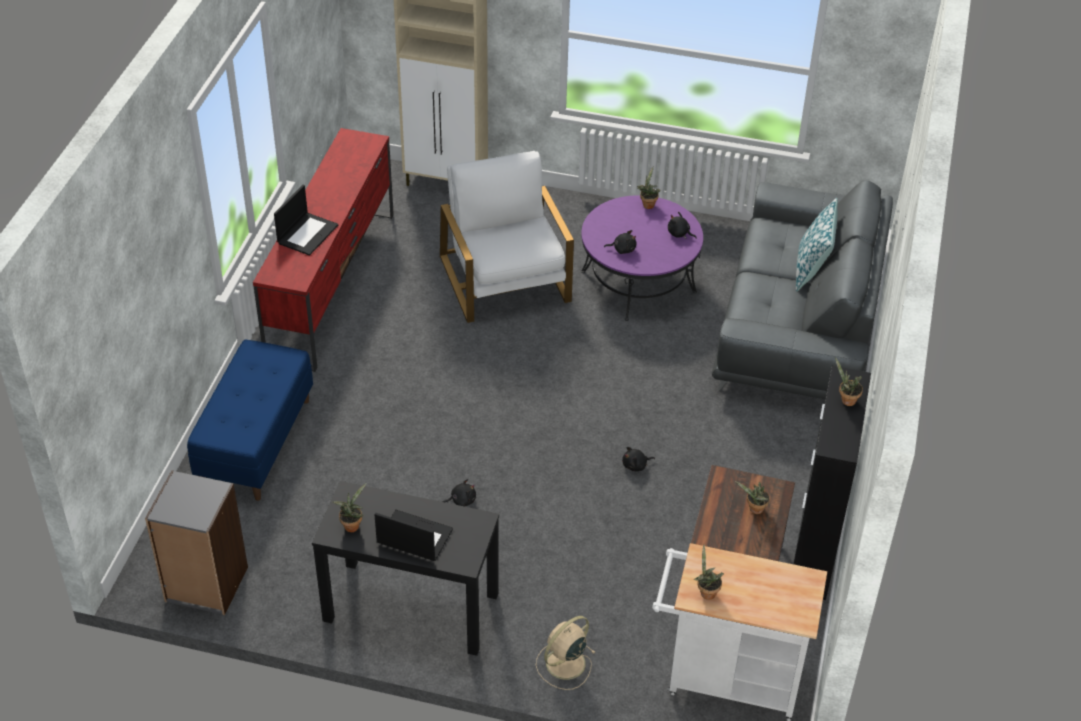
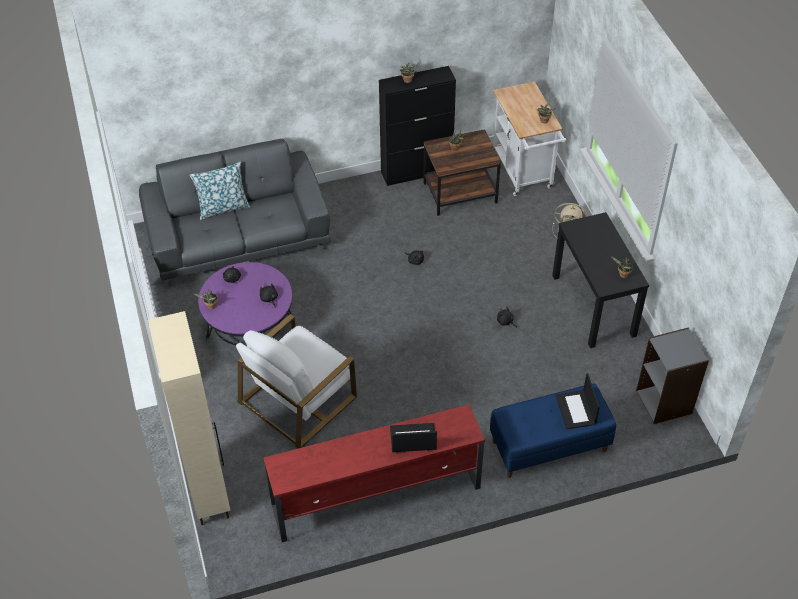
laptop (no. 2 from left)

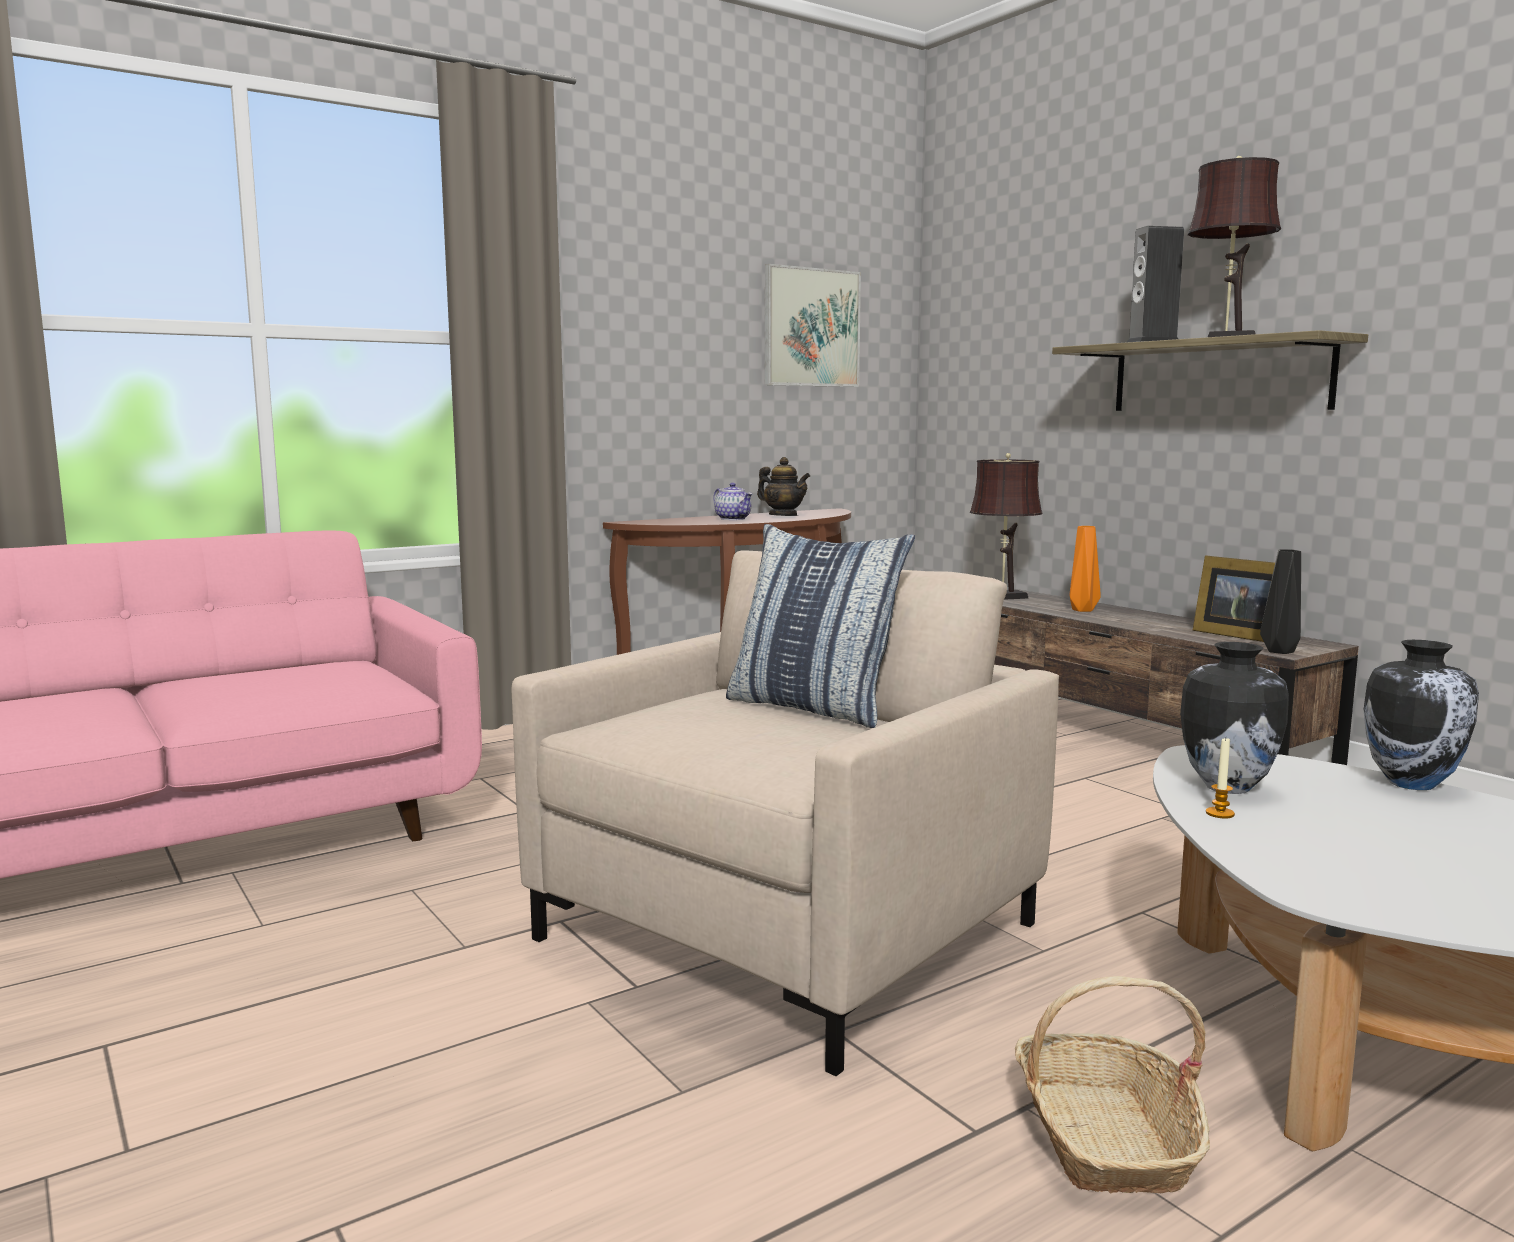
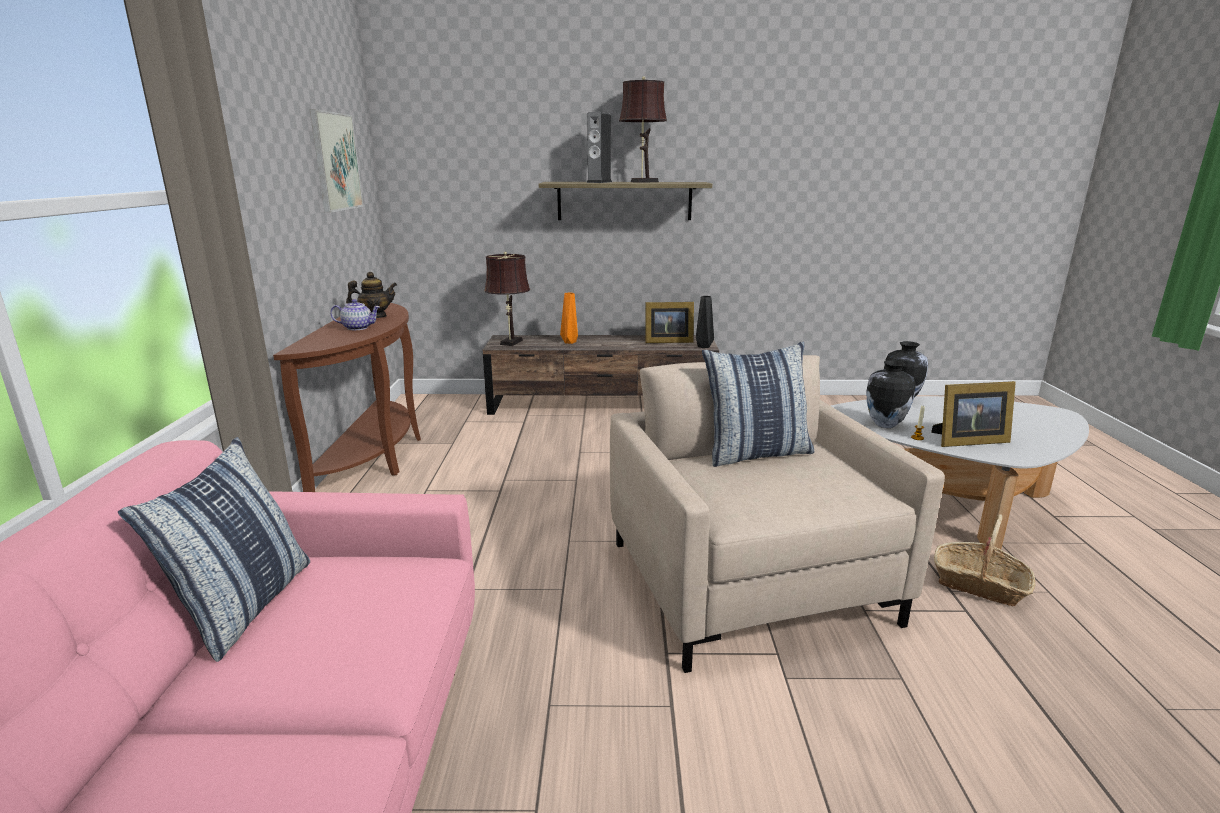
pillow (no. 1 from left); standing frame (no. 2 from left)

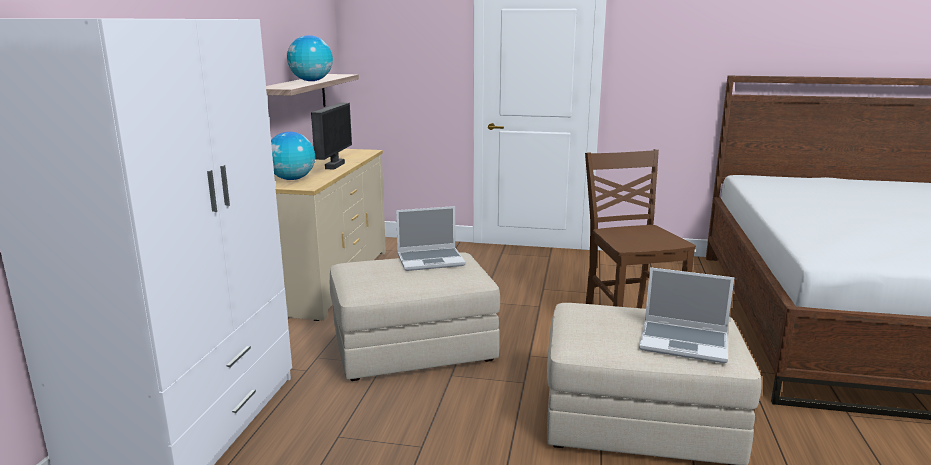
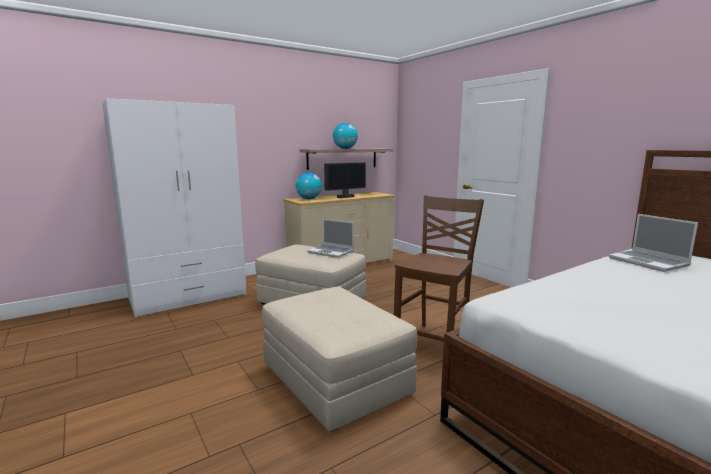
laptop (no. 2 from left)

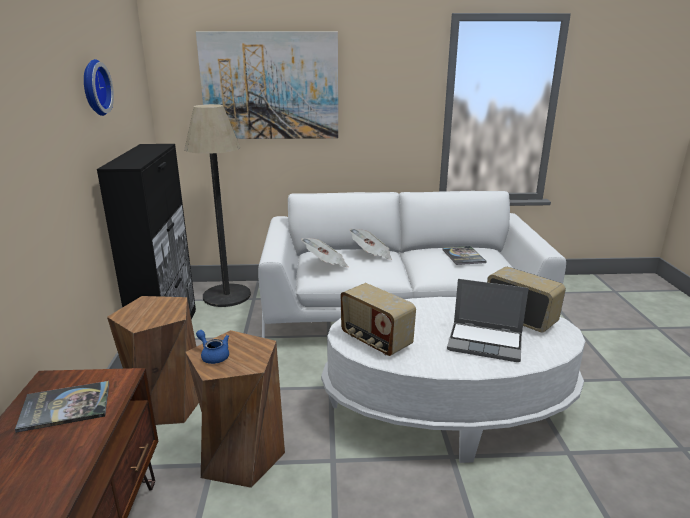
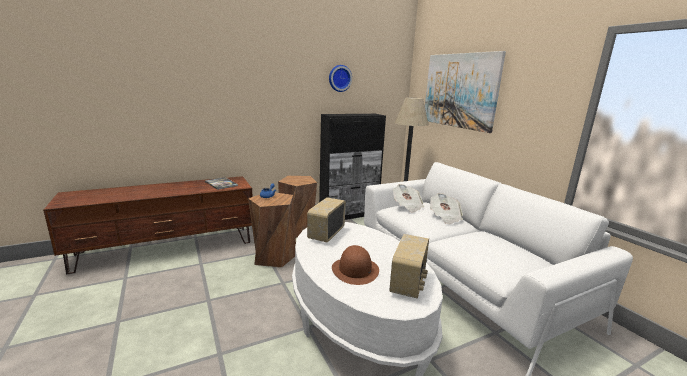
brown clothing hat; volume (no. 2 from left in the first image)

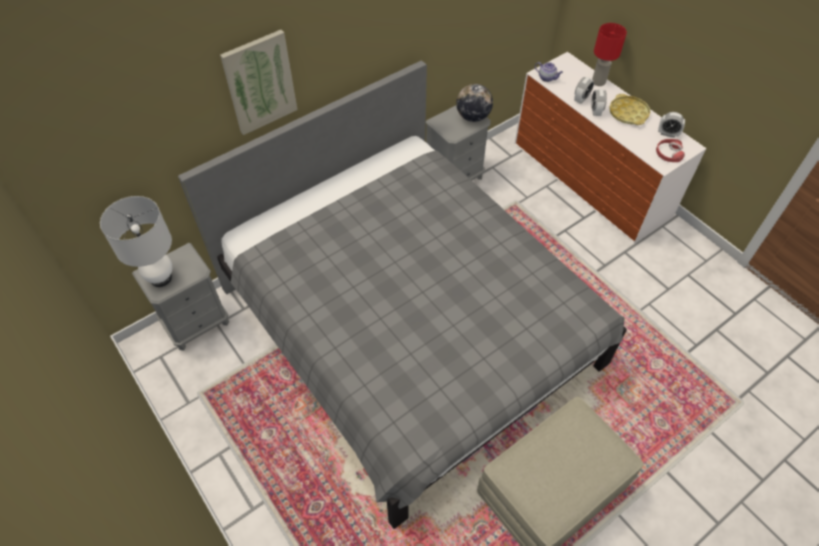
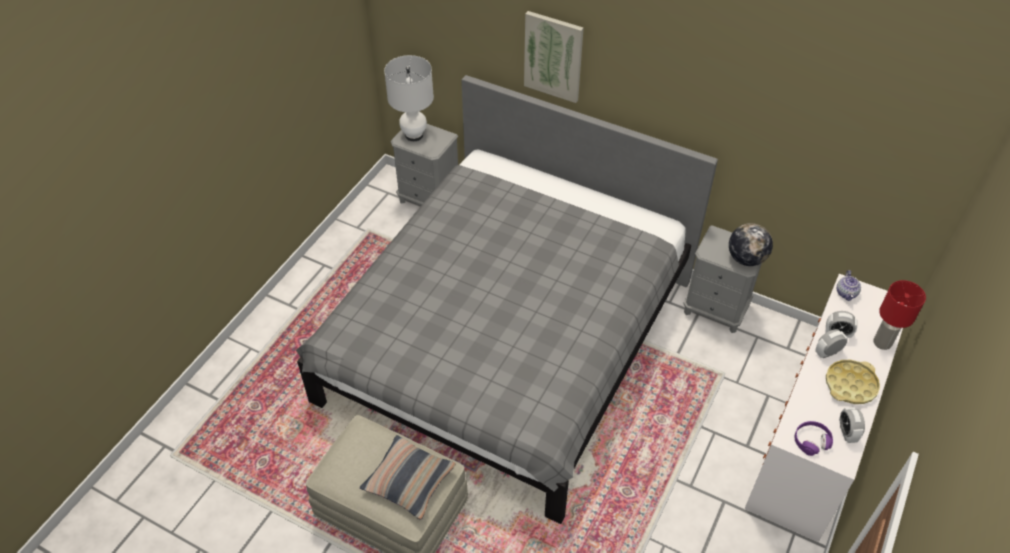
pillow; purple-coloured headset

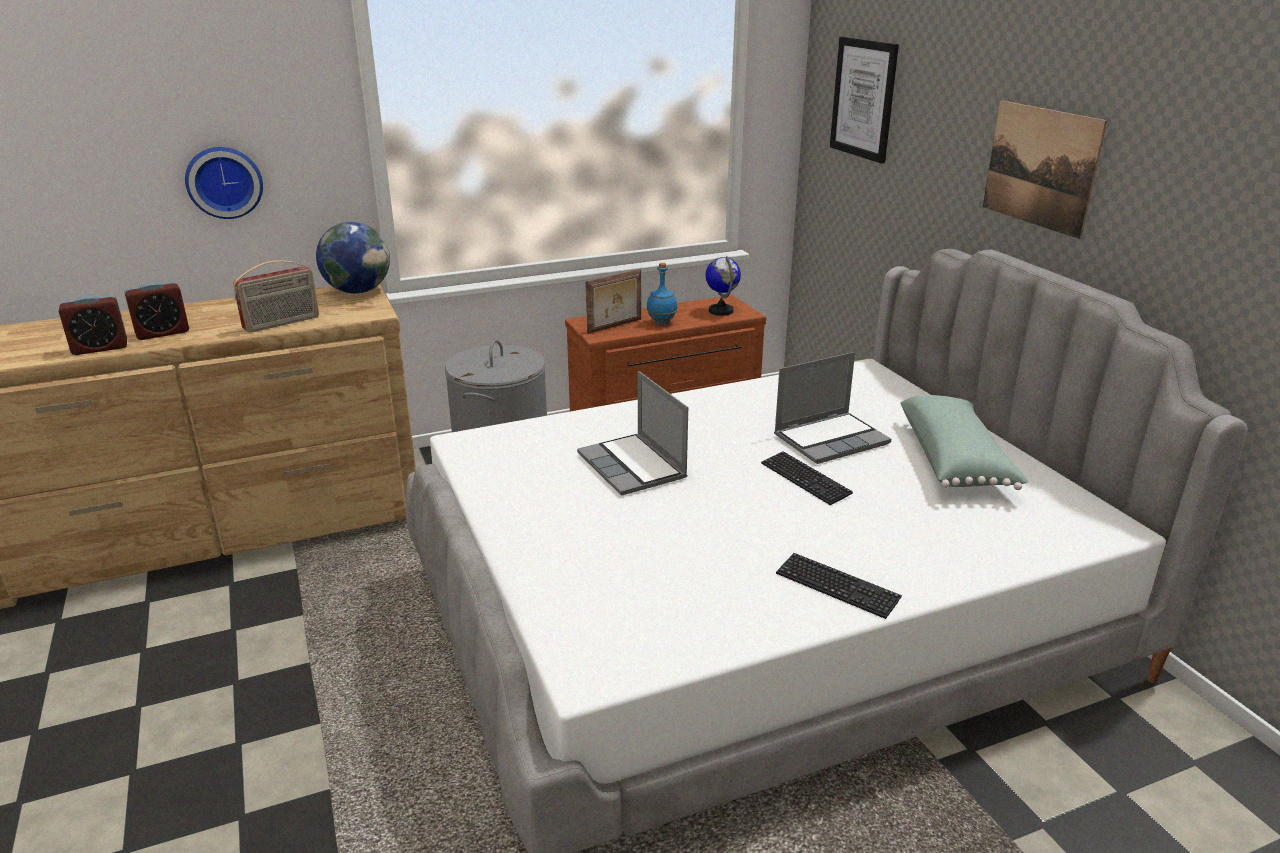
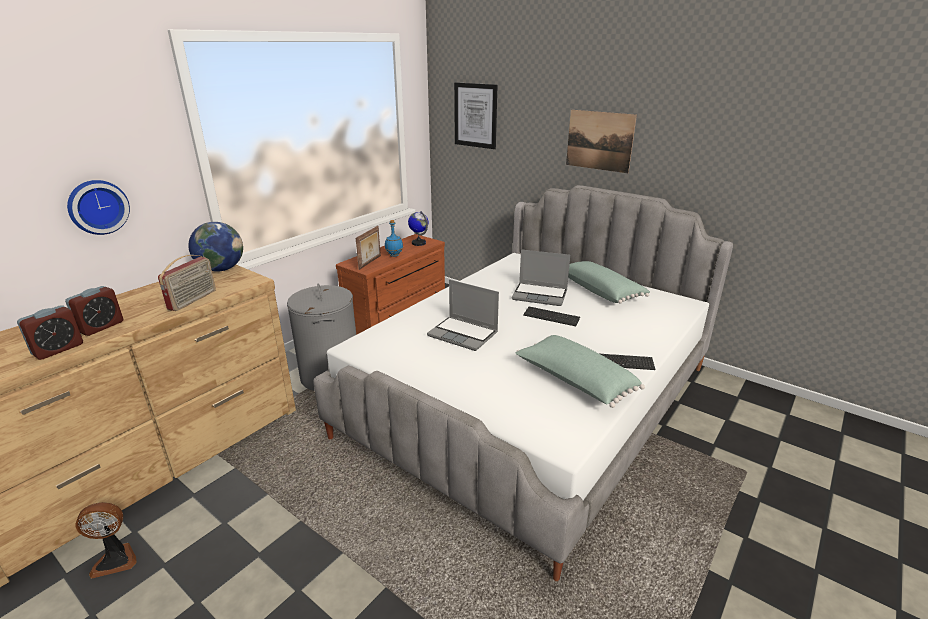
cooling fan; laptop (no. 2 from left); green-coloured pillow (no. 1 from left)

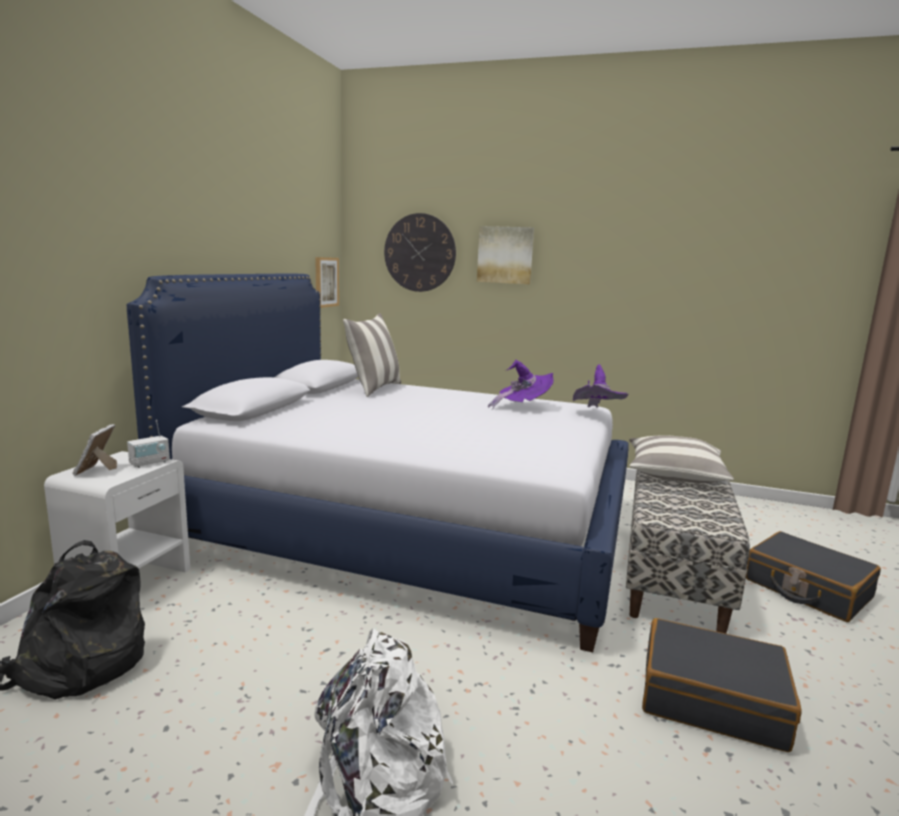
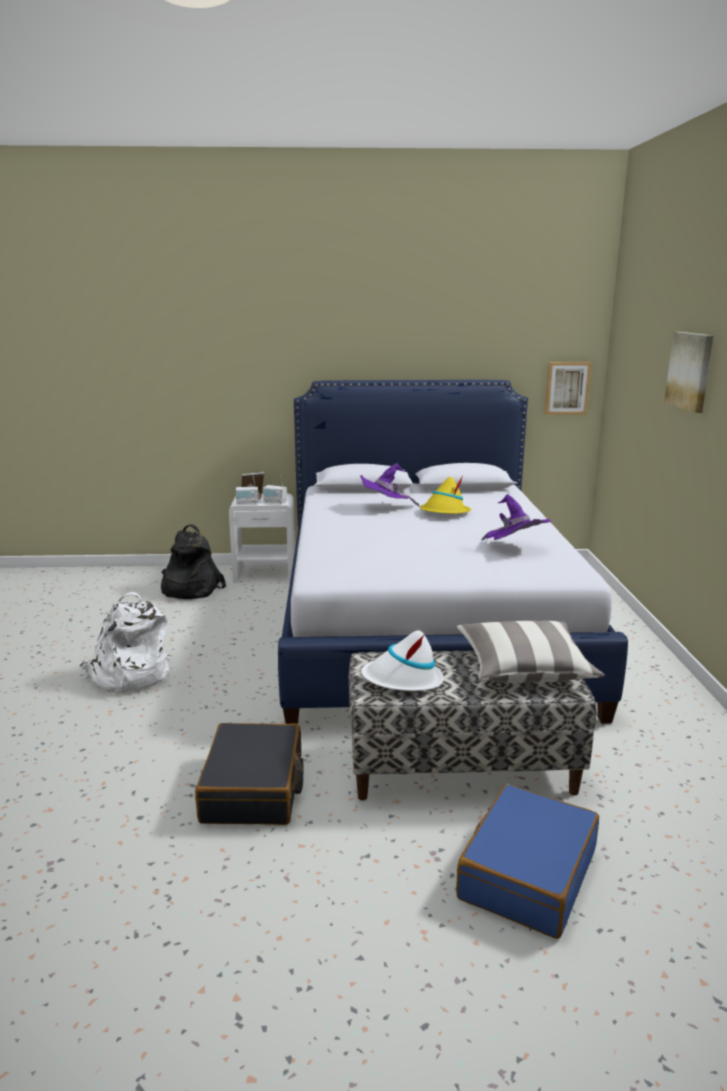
radio set (no. 1 from left); purple-coloured clothing hat (no. 1 from left); whitish clothing hat; yellow-coloured clothing hat; blue-coloured travel case; pillow (no. 1 from left in the first image); wall clock

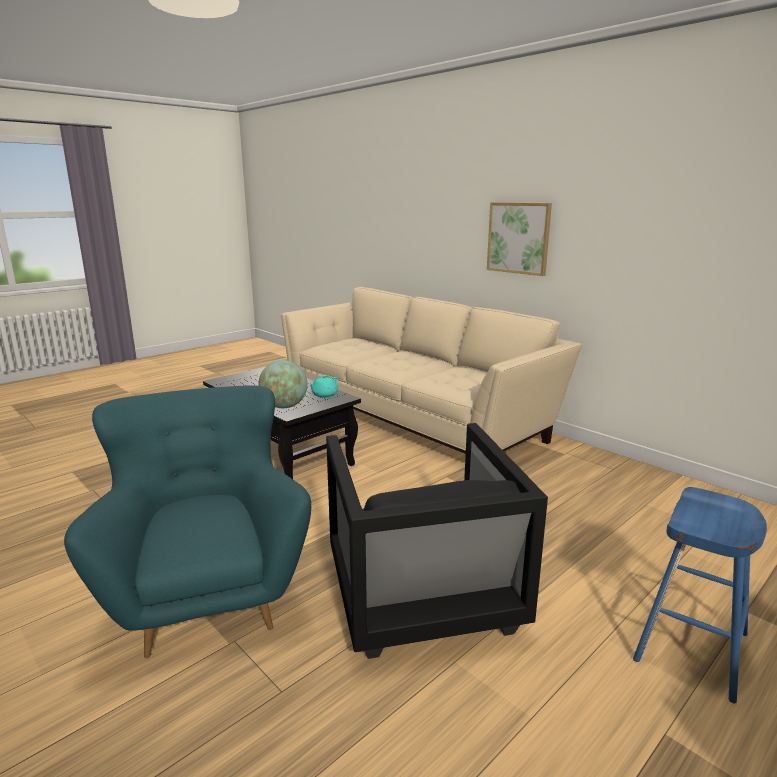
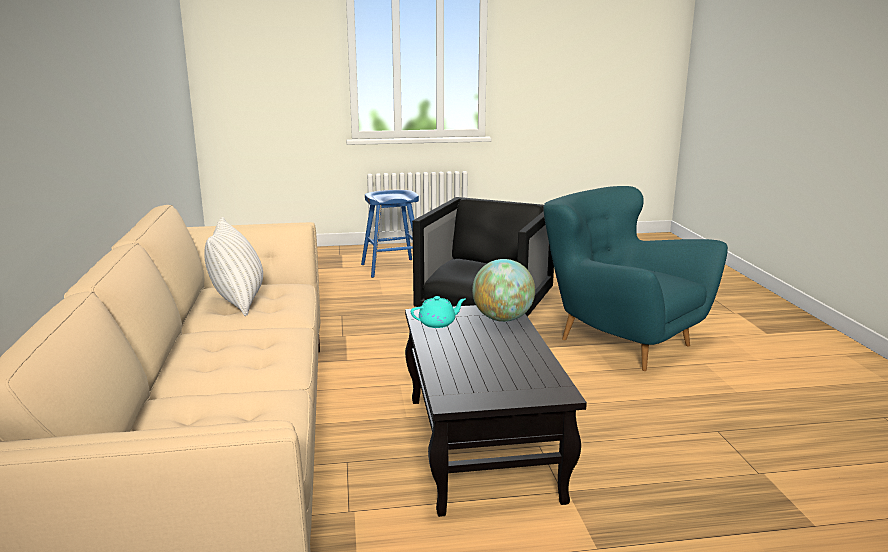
whitish pillow; blue-green armchair; wall picture

